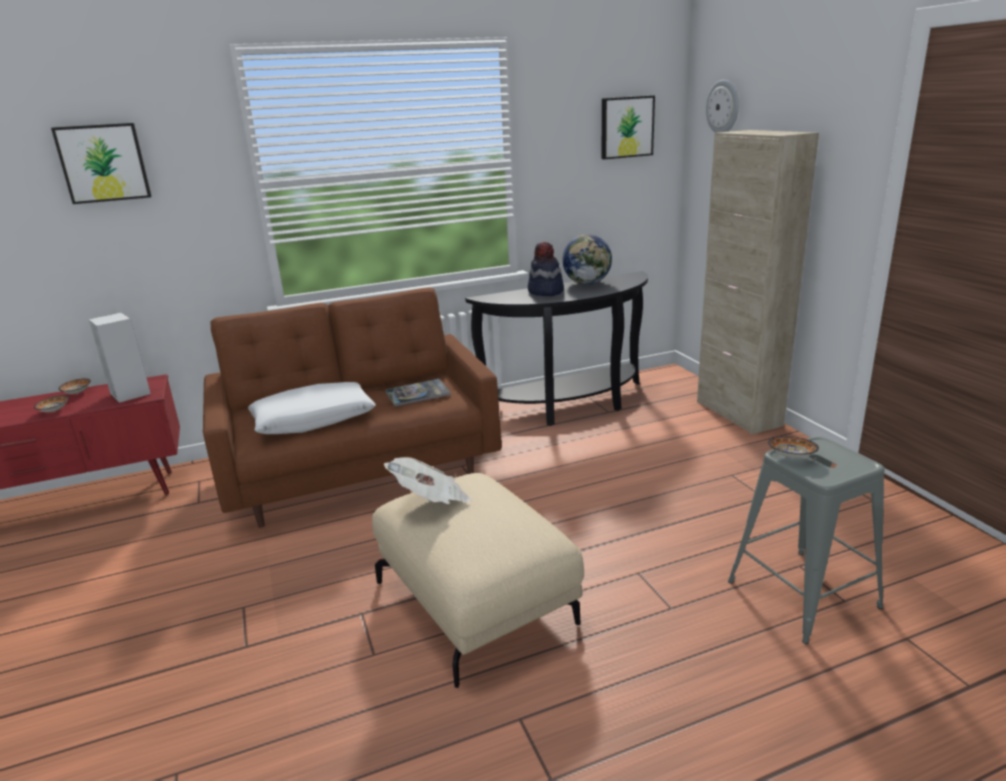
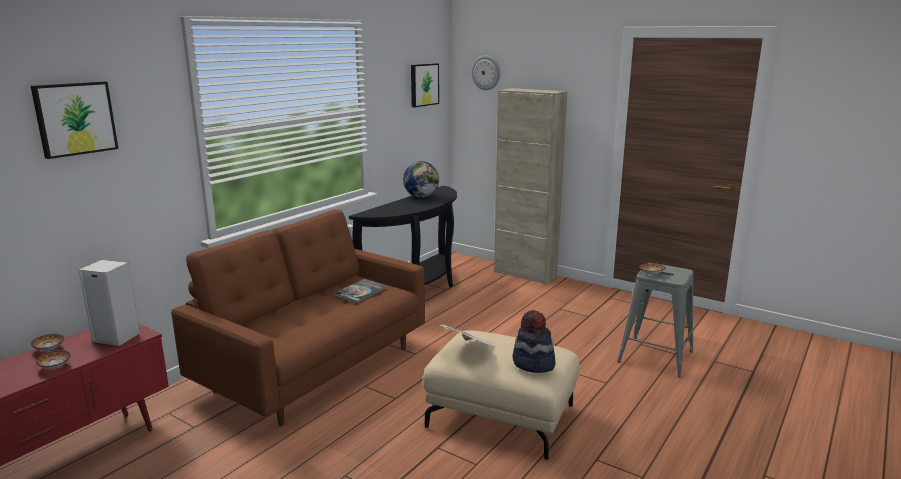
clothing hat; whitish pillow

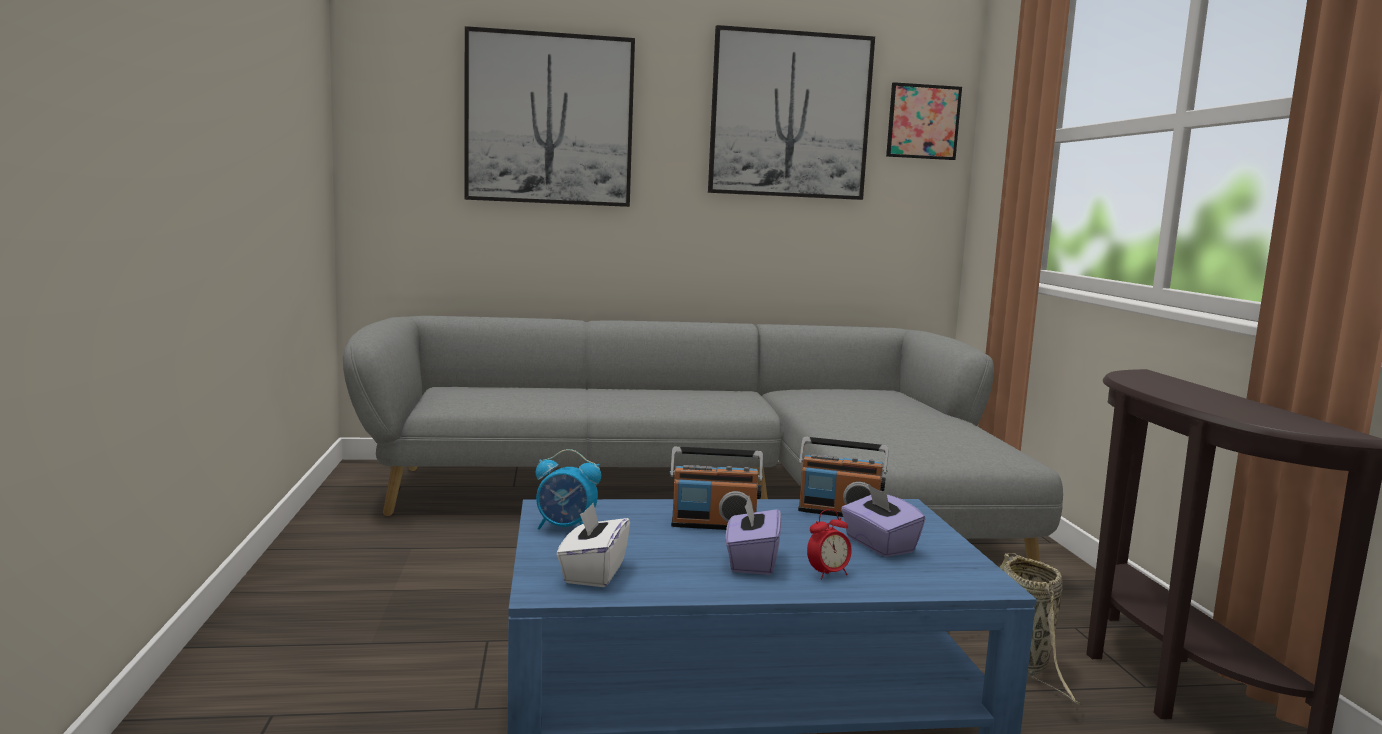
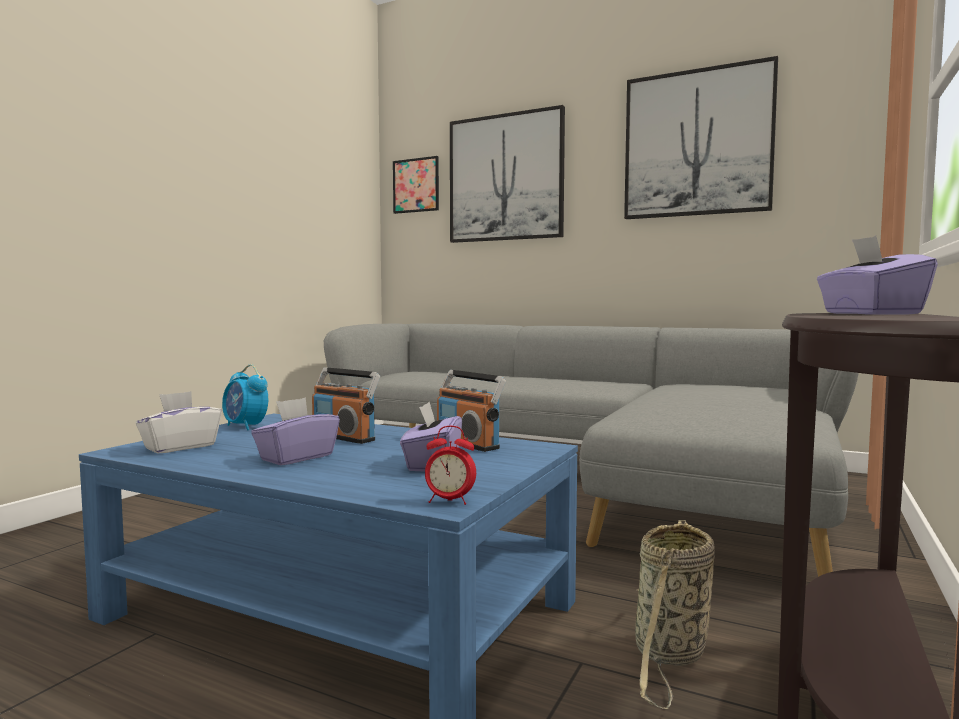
wall picture (no. 1 from left); bedside clock (no. 2 from left); purple-coloured tissue holder (no. 3 from left)

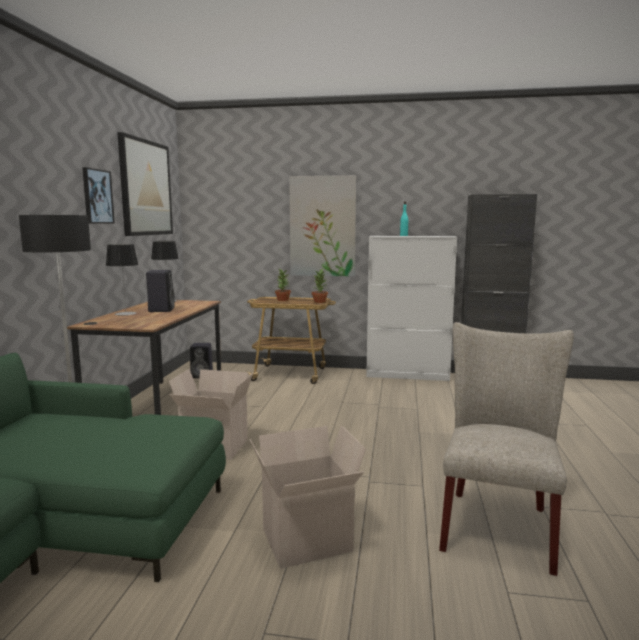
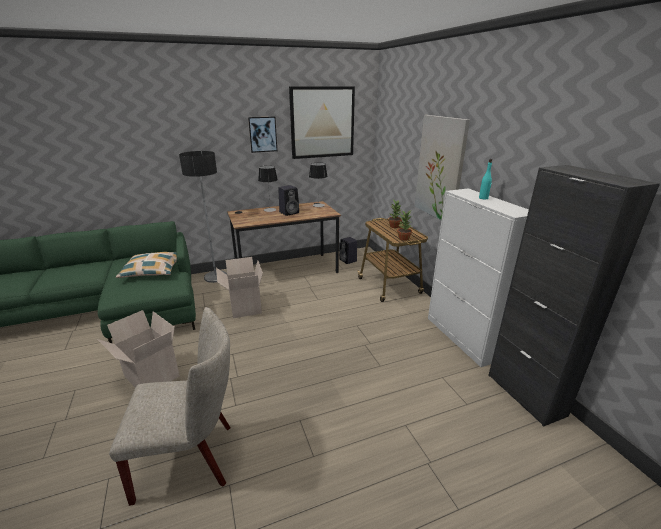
pillow

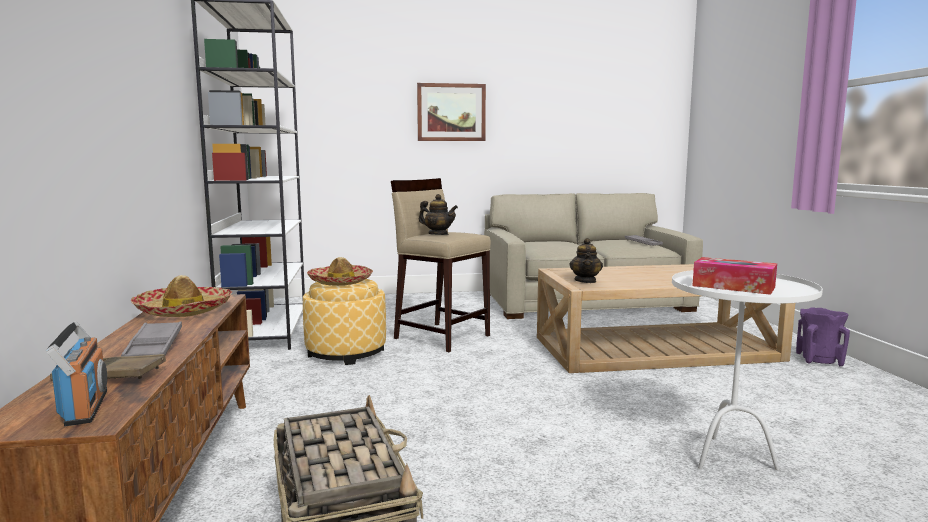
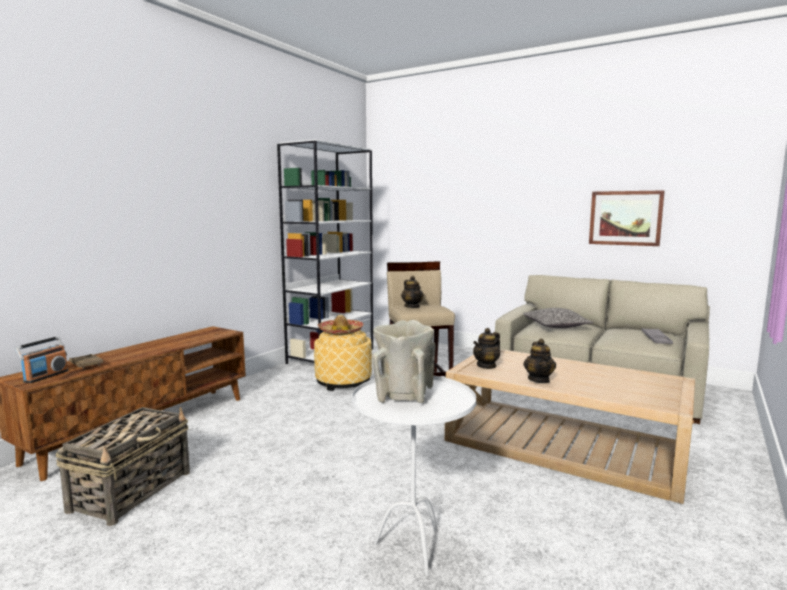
beige-coloured vase; pillow; tea pot (no. 3 from left); wall picture; greyish serving tray (no. 1 from left in the first image); clothing hat (no. 1 from left in the first image); purple-coloured vase

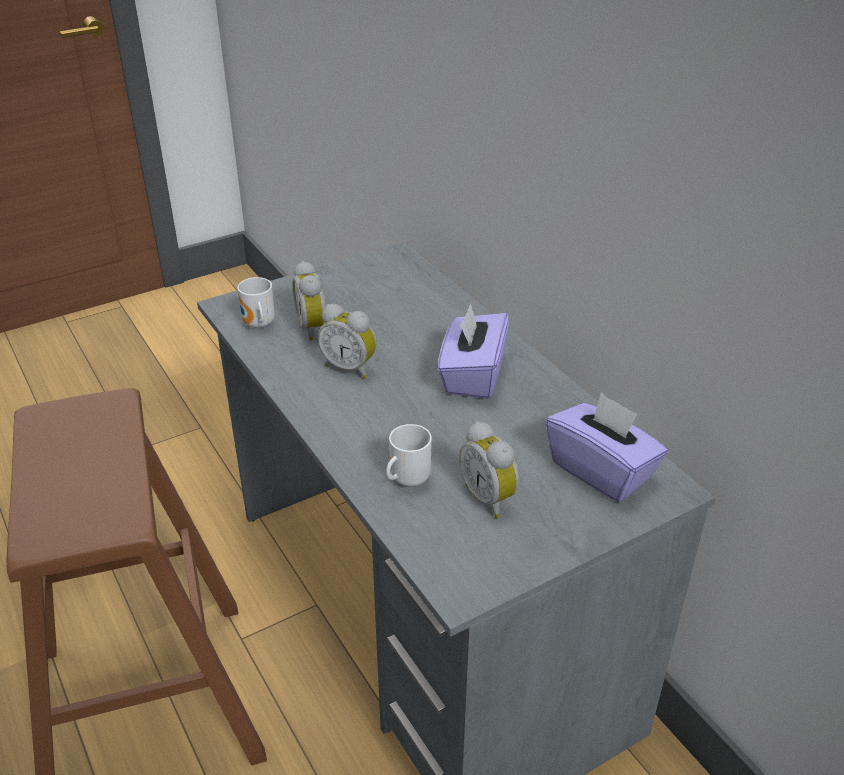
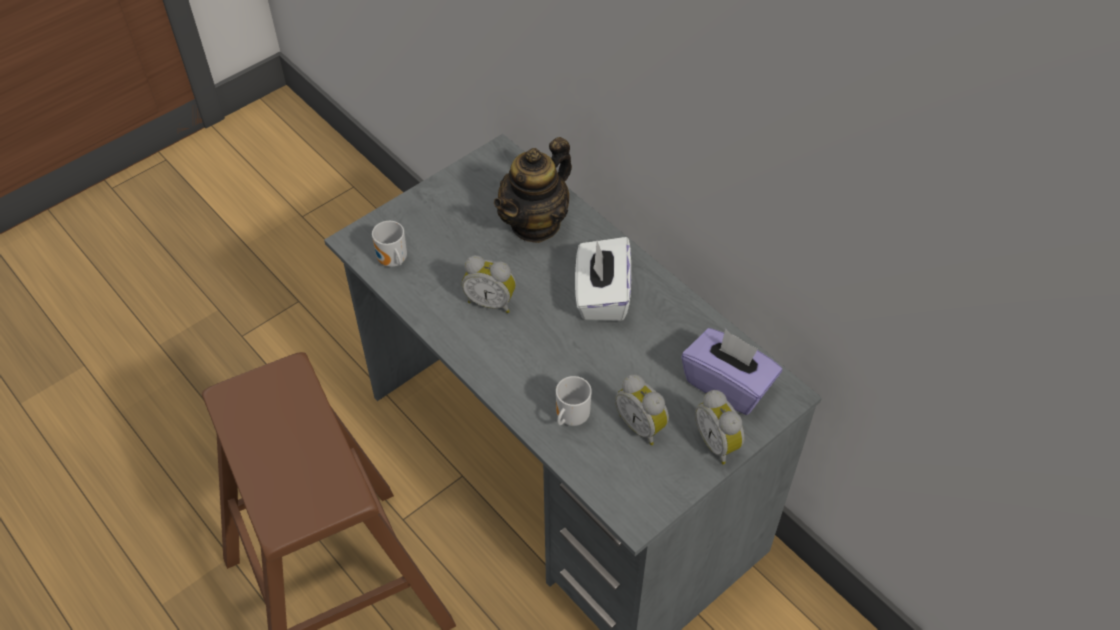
tea pot; whitish tissue holder; bedside clock (no. 3 from left)

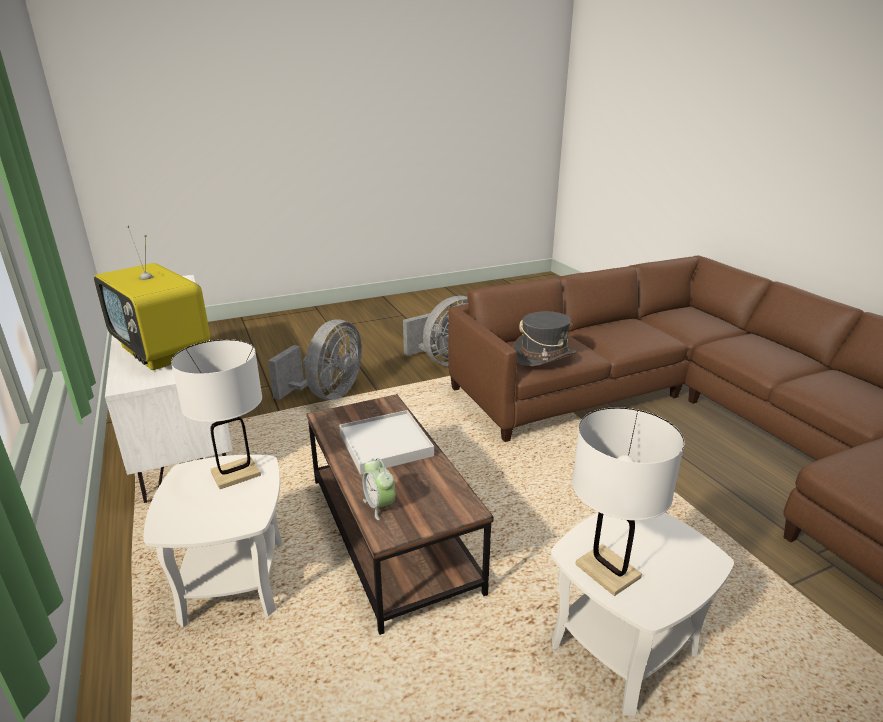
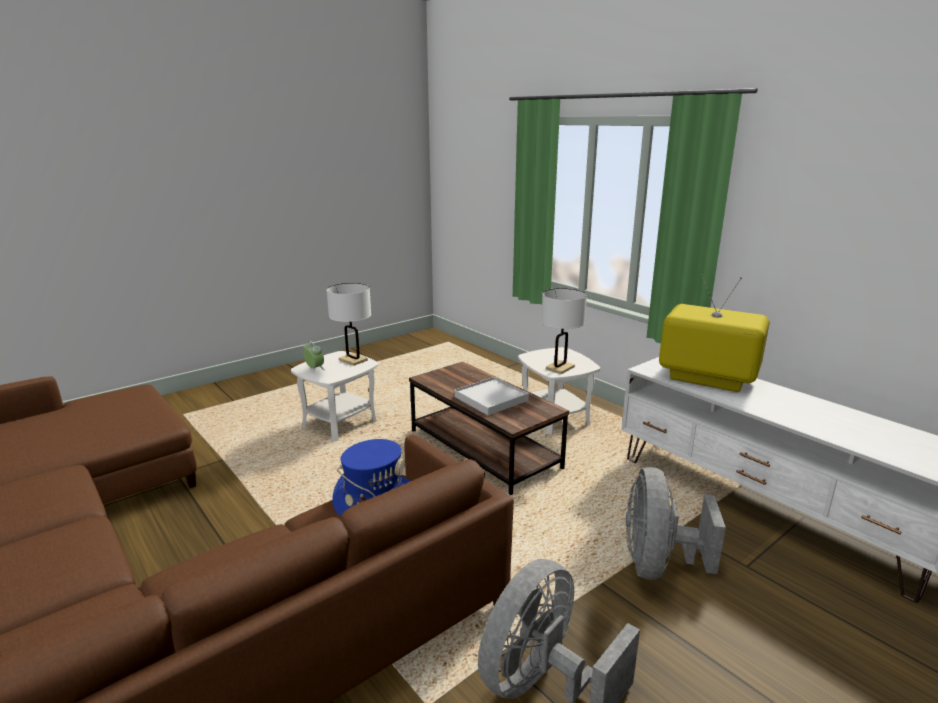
bedside clock; blue-coloured clothing hat

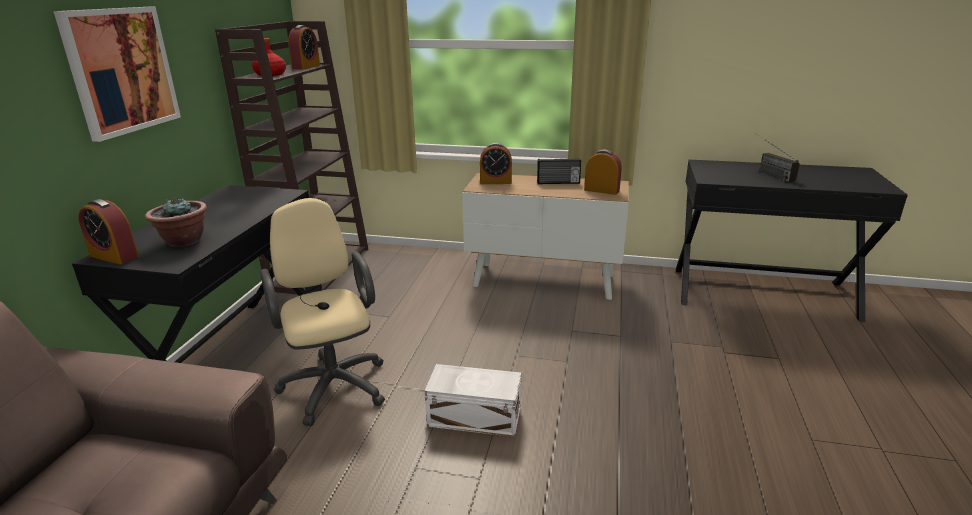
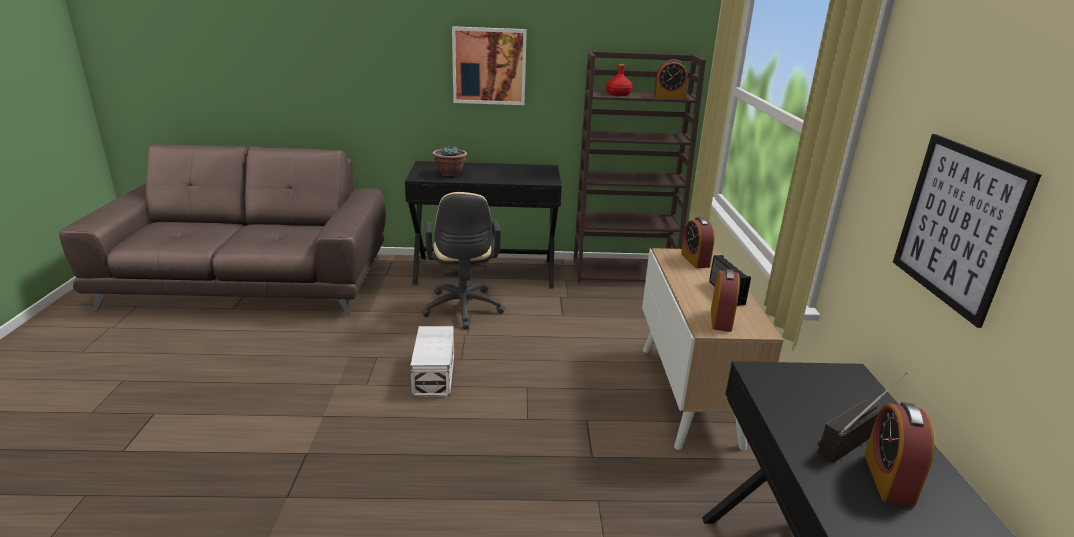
beige-coloured computer chair; bedside clock (no. 4 from left); wall picture (no. 2 from left)

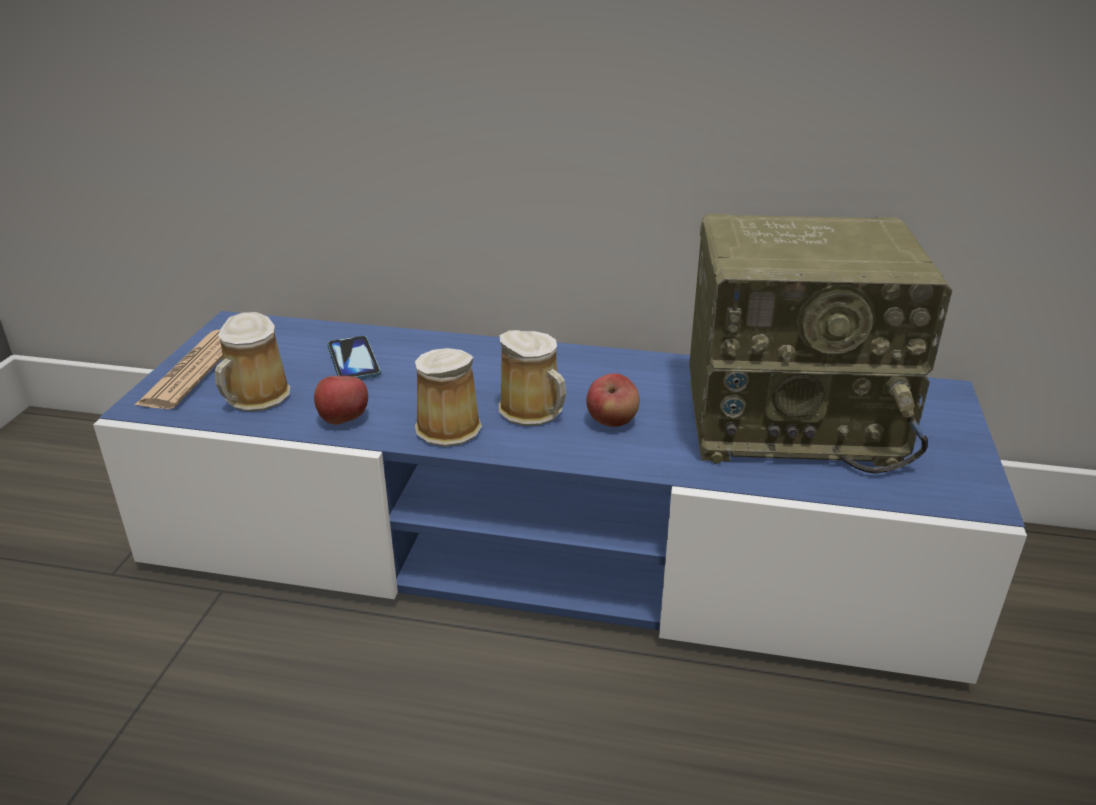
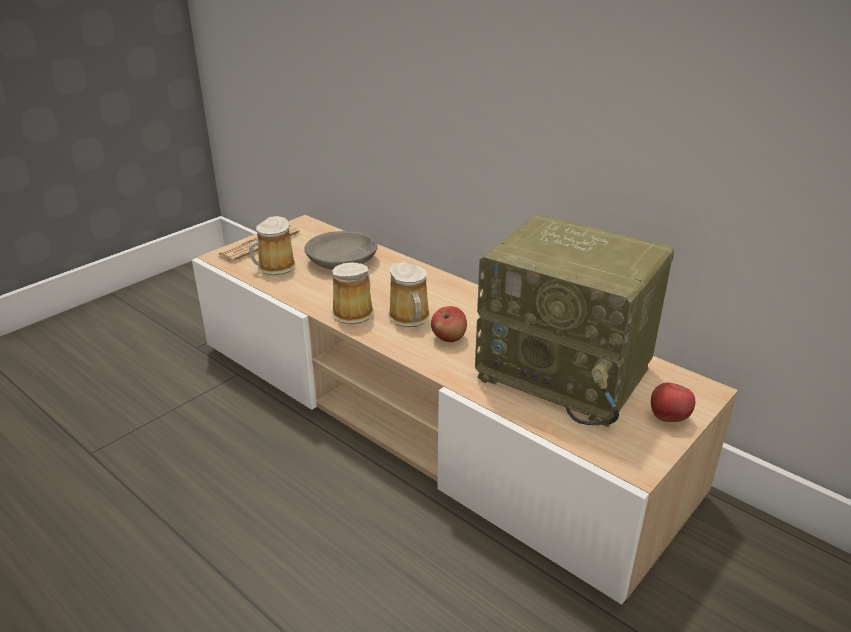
beige-coloured media console; greyish serving bowl; apple fruit (no. 2 from left)

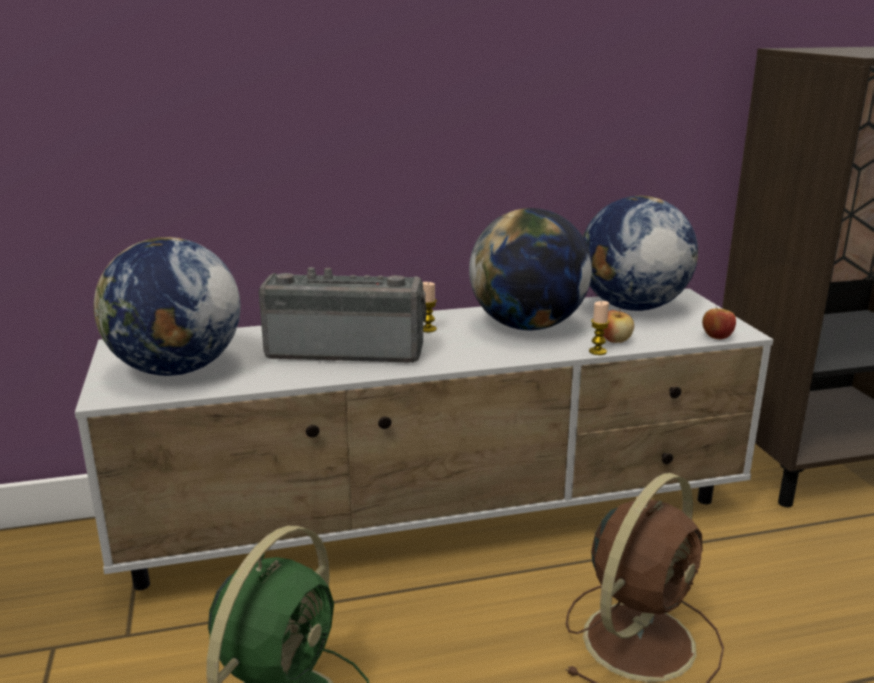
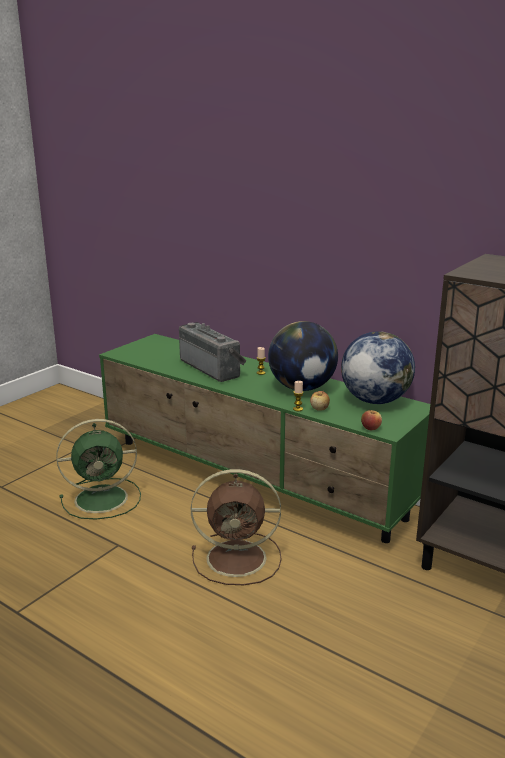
green-coloured media console; globe (no. 1 from left in the first image)

